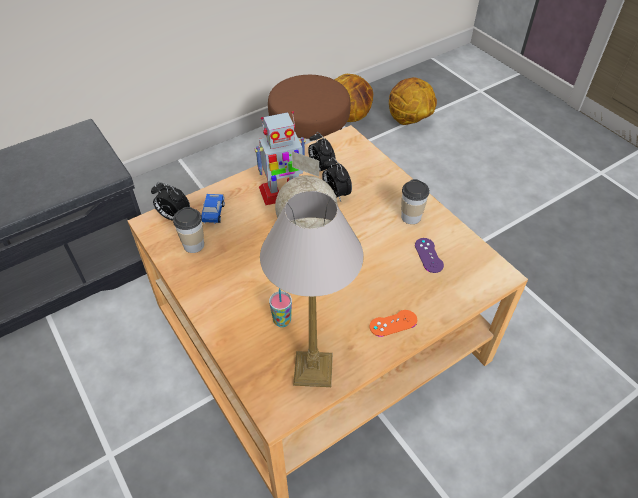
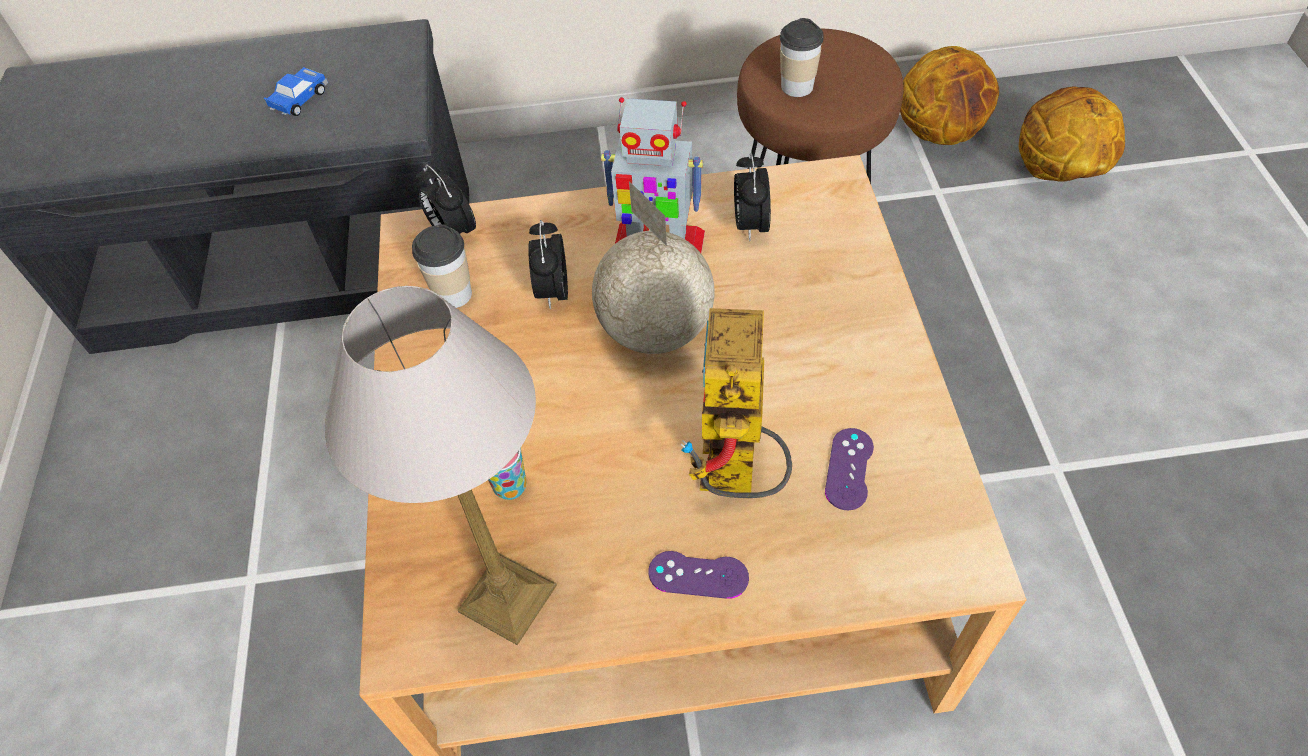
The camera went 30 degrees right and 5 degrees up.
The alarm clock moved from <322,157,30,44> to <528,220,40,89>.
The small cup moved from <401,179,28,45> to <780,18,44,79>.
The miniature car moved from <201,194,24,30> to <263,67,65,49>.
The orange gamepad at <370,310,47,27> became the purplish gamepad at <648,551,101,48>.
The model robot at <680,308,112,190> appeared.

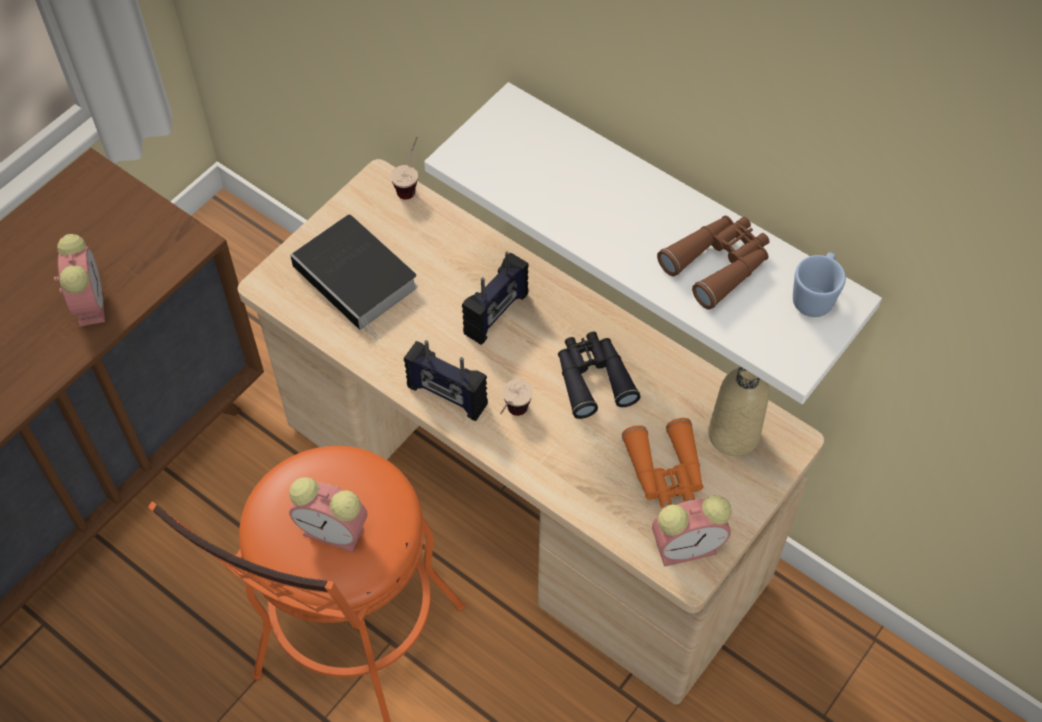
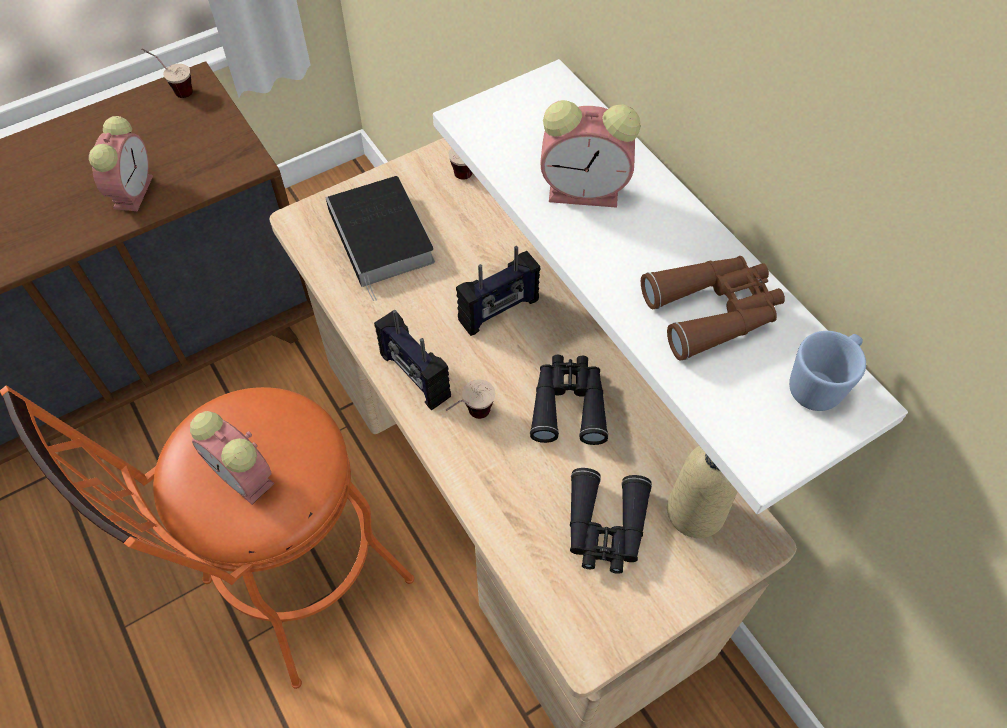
The camera went 20 degrees right and 0 degrees up.
The orange pair of binoculars at <622,418,81,90> became the blackish pair of binoculars at <570,468,82,106>.
The alarm clock moved from <652,495,80,72> to <540,100,100,108>.
The small cup at <141,48,52,50> appeared.

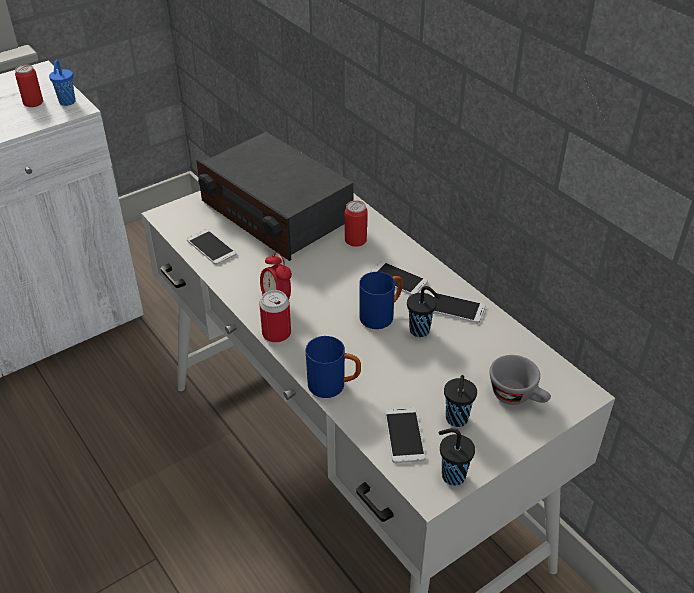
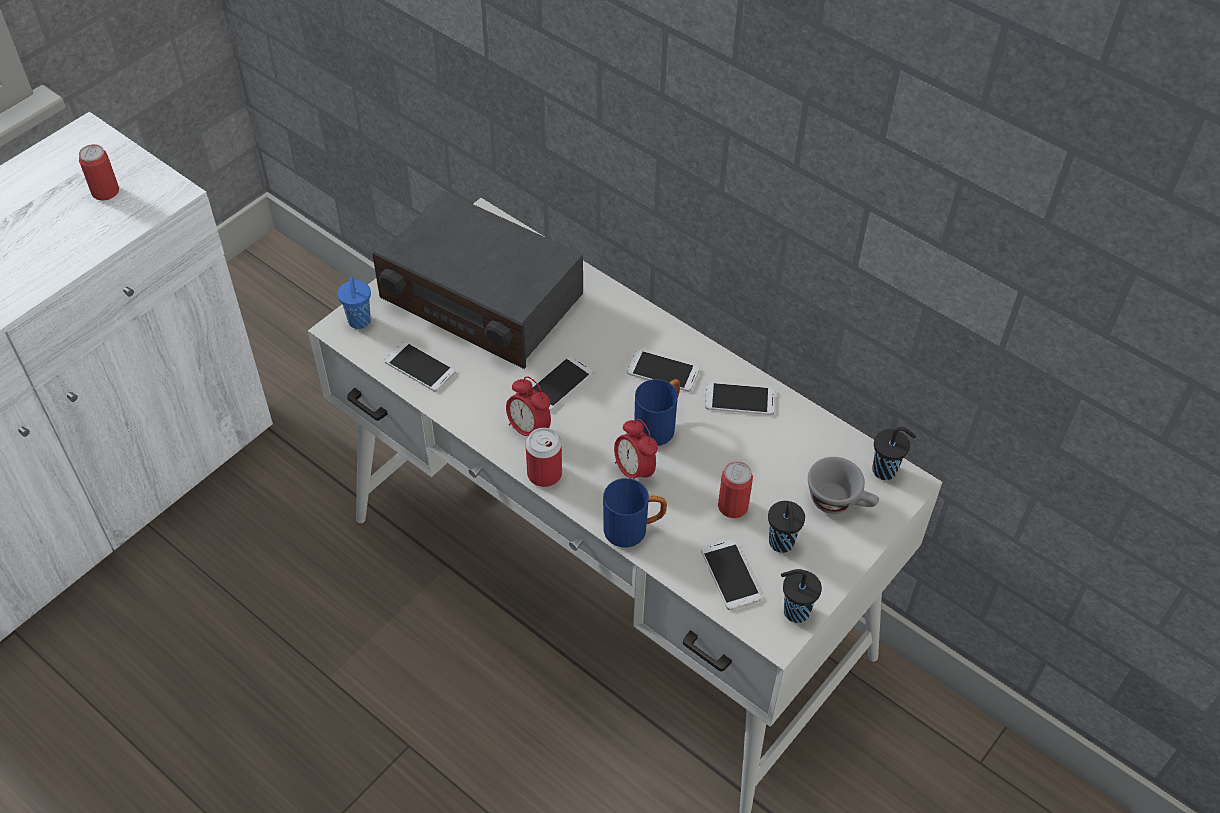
The camera went 15 degrees left and 10 degrees up.
The blue small cup moved from <49,60,26,46> to <338,277,33,52>.
The sealed can moved from <345,200,22,47> to <718,461,35,57>.
The blackish small cup moved from <407,286,33,51> to <872,427,44,53>.
The handset at <532,355,61,56> appeared.
The alarm clock at <614,419,44,60> appeared.

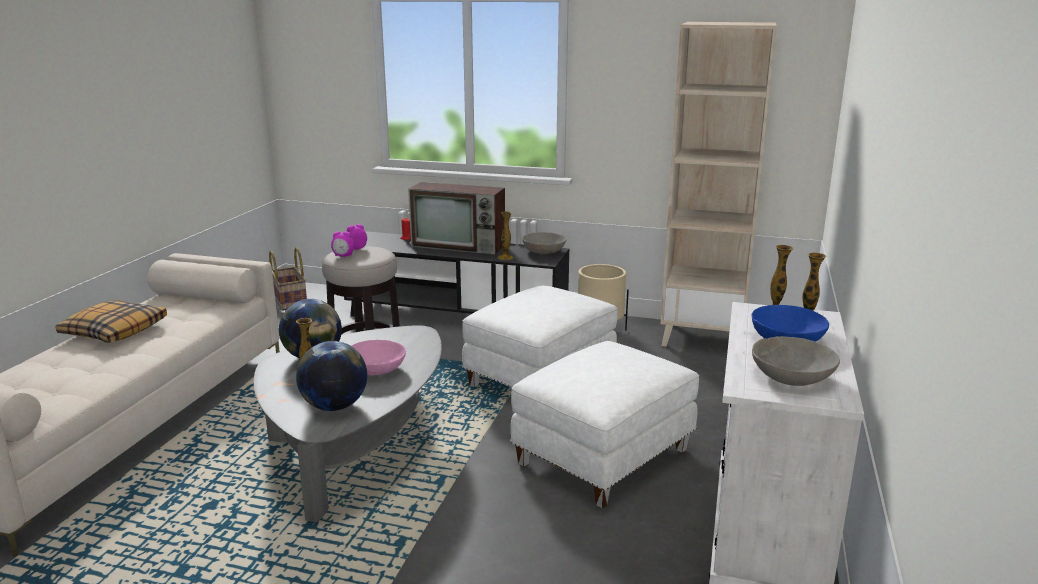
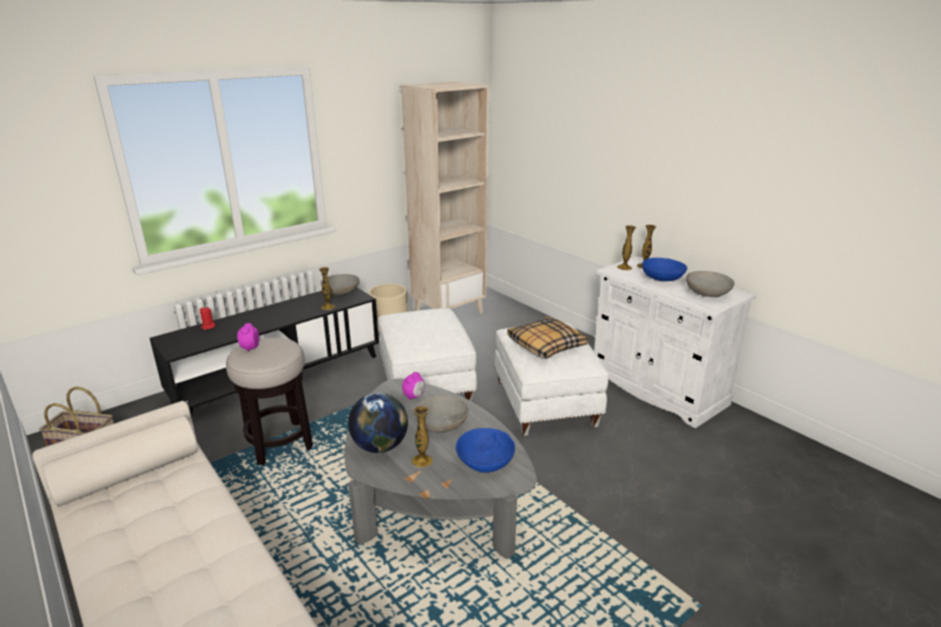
The camera went 55 degrees left and 5 degrees up.
The television at <408,182,97,73> disappeared.
The alarm clock moved from <331,231,23,26> to <402,372,23,28>.
The throw pillow moved from <56,300,111,43> to <507,317,81,42>.
The pink serving bowl at <351,340,55,36> became the grey serving bowl at <413,395,56,38>.
The globe at <296,341,71,70> was replaced by the blue serving bowl at <456,428,59,44>.

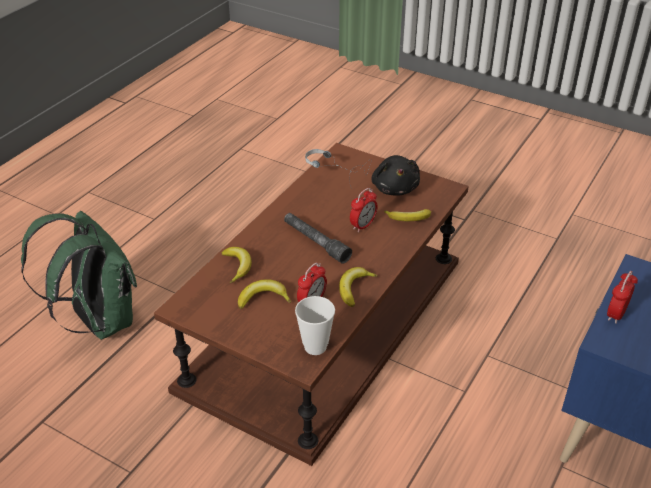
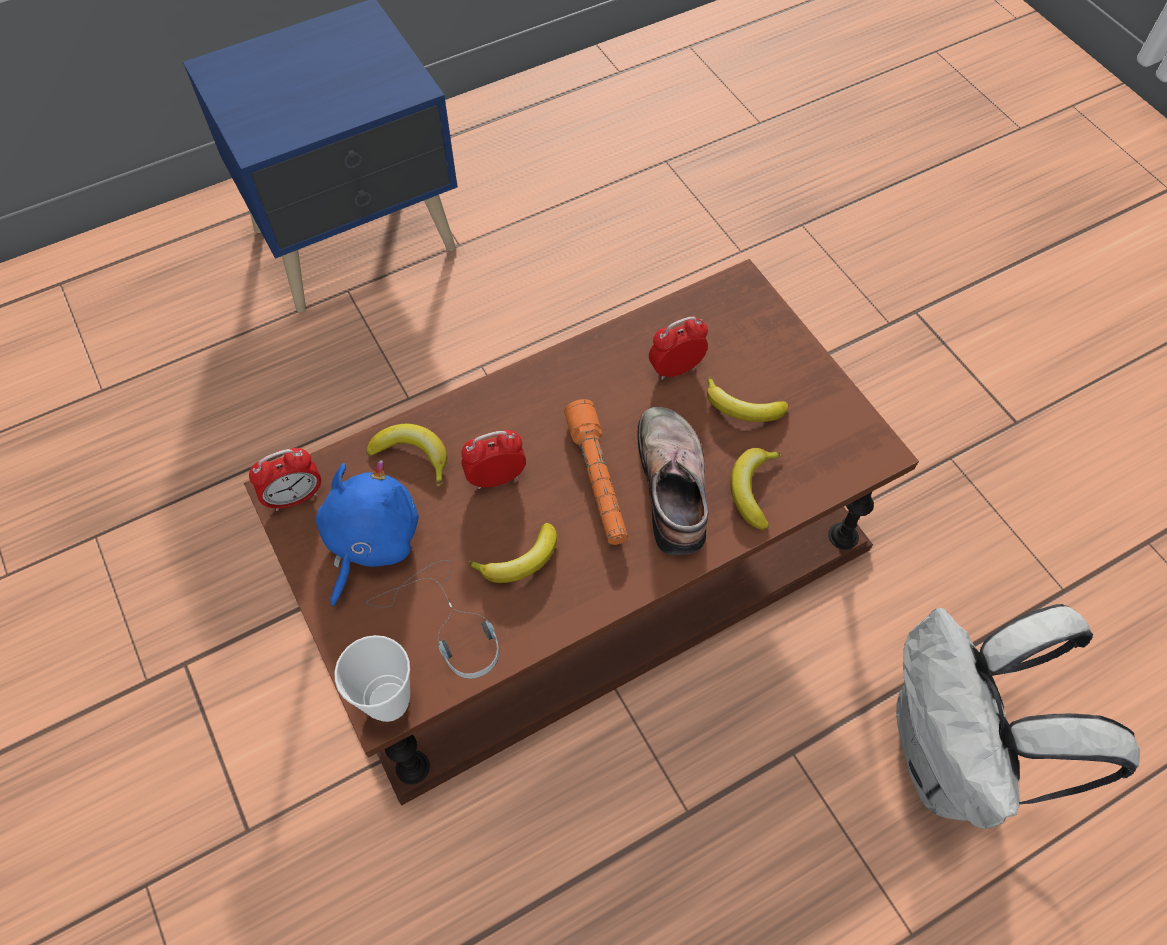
The camera went 150 degrees left and 20 degrees up.
The blackish cuddly toy at <371,155,49,41> became the blue cuddly toy at <316,460,103,147>.
The green-coloured backpack at <21,211,116,129> became the white backpack at <896,604,244,225>.
The grey flashlight at <284,213,68,51> became the orange flashlight at <564,399,64,146>.
The banana moved from <339,267,38,40> to <467,523,90,60>.
The alarm clock moved from <607,271,31,53> to <249,448,72,63>.
The small cup moved from <295,296,40,59> to <334,635,76,87>.
The low shoe at <637,407,71,148> appeared.

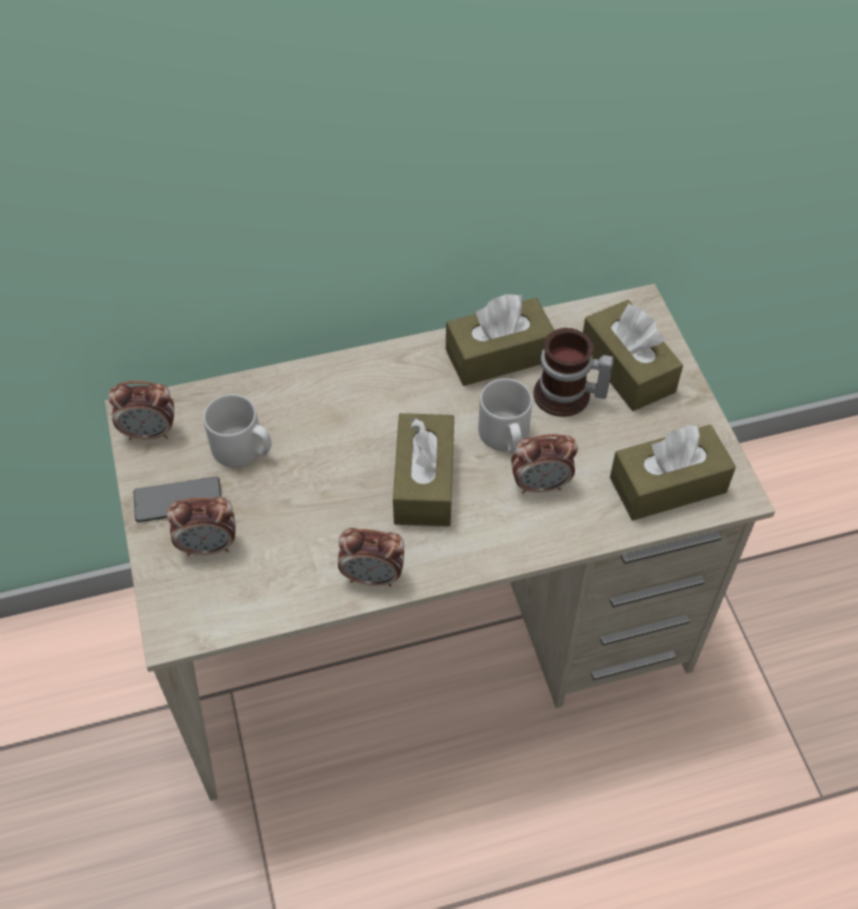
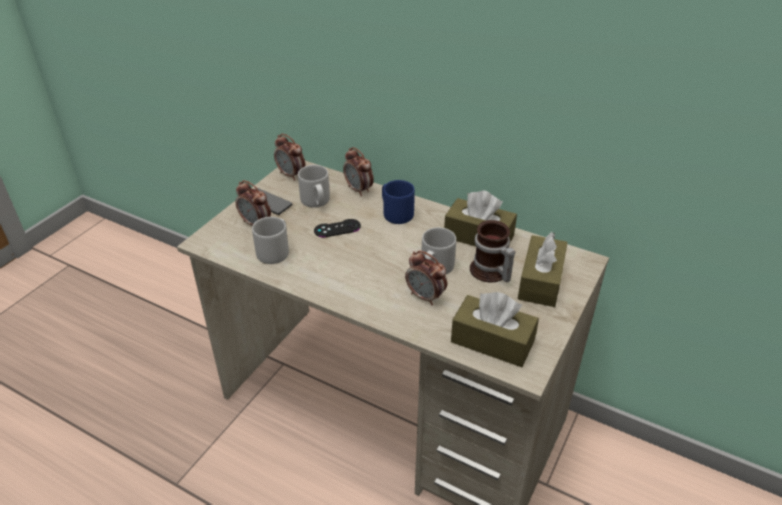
The camera went 45 degrees right and 15 degrees down.
The brown box of tissues at <393,413,61,114> disappeared.
The alarm clock moved from <338,528,66,59> to <343,147,31,49>.
The blue mug at <382,180,33,44> appeared.
The grey mug at <252,217,37,47> appeared.
The blackish gamepad at <314,219,47,18> appeared.

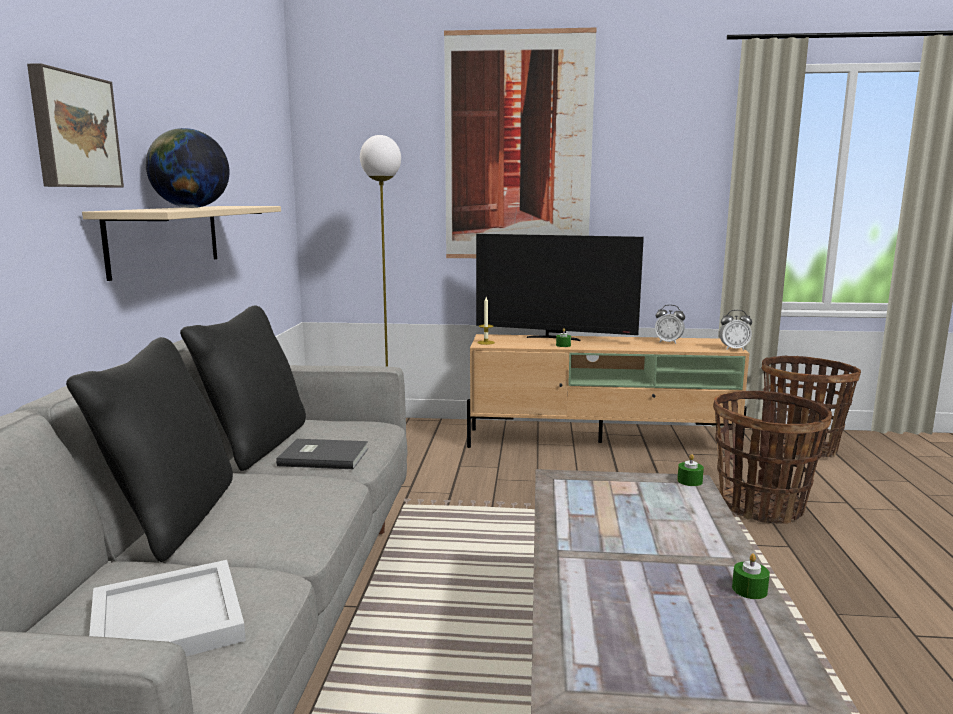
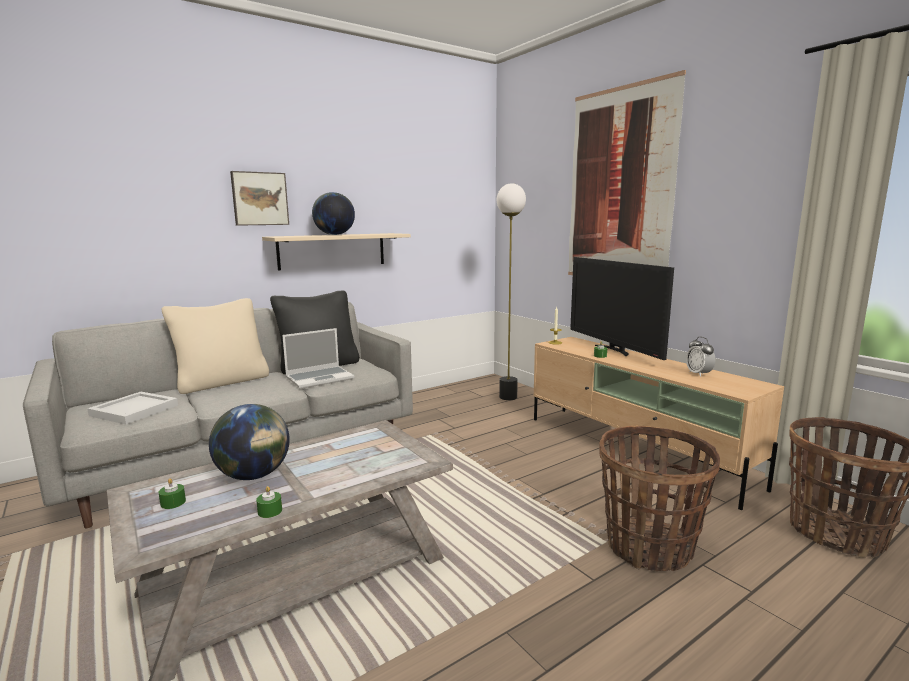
The camera went 50 degrees right and 0 degrees up.
The alarm clock at <719,310,33,40> disappeared.
The blackish throw pillow at <66,337,167,225> became the beige throw pillow at <161,298,108,96>.
The grey book at <276,439,92,30> was replaced by the portable computer at <282,328,72,61>.
The green-coloured candle moved from <677,454,27,32> to <159,478,27,31>.
The globe at <209,404,81,76> appeared.

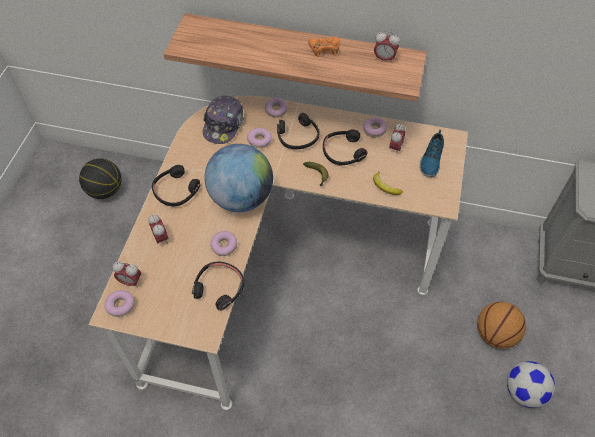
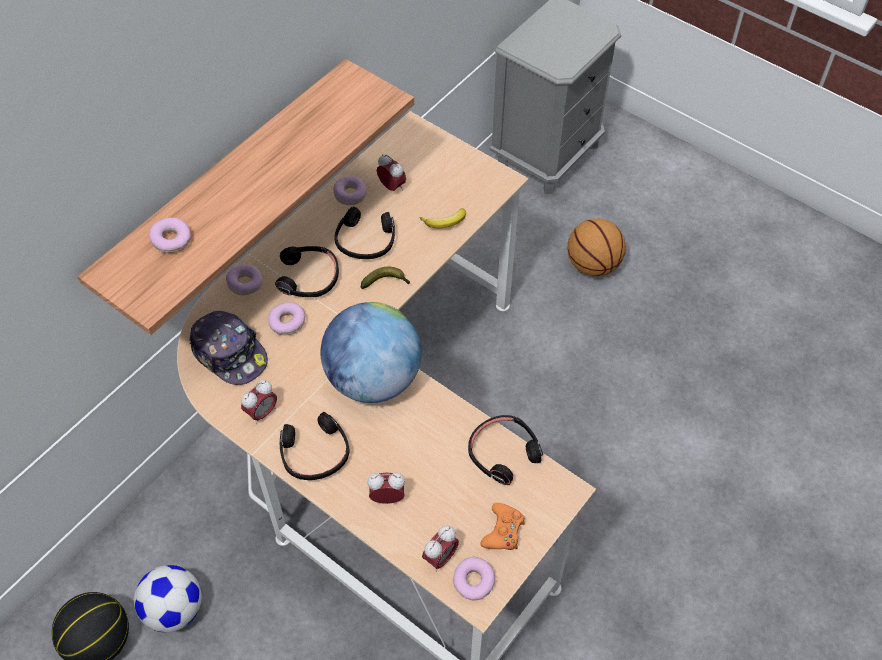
The camera went 65 degrees left and 0 degrees up.
The alarm clock moved from <374,31,25,31> to <241,380,36,44>.
The orange gamepad moved from <308,37,32,20> to <480,503,45,47>.
The low shoe at <420,130,24,47> disappeared.
The doughnut moved from <210,231,27,25> to <149,218,42,35>.
The football moved from <507,361,48,47> to <134,565,68,67>.

